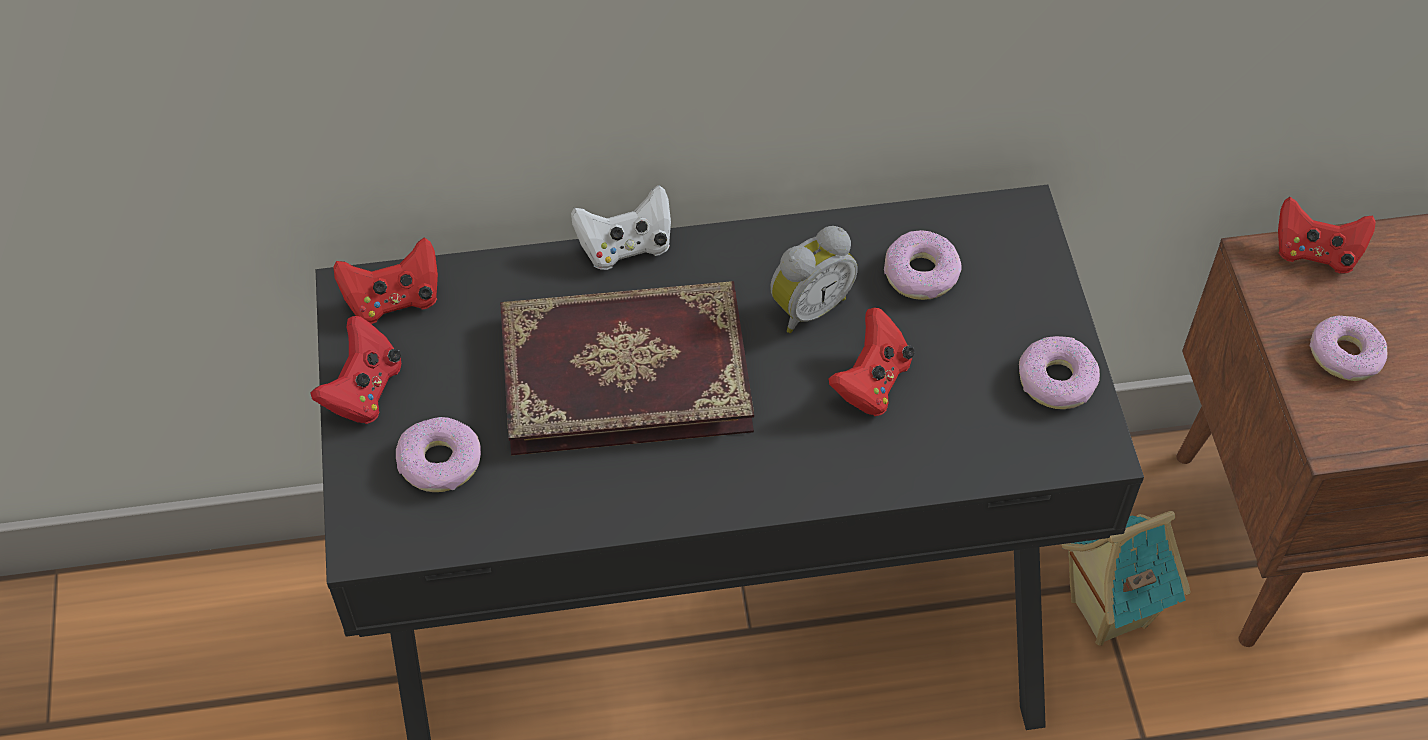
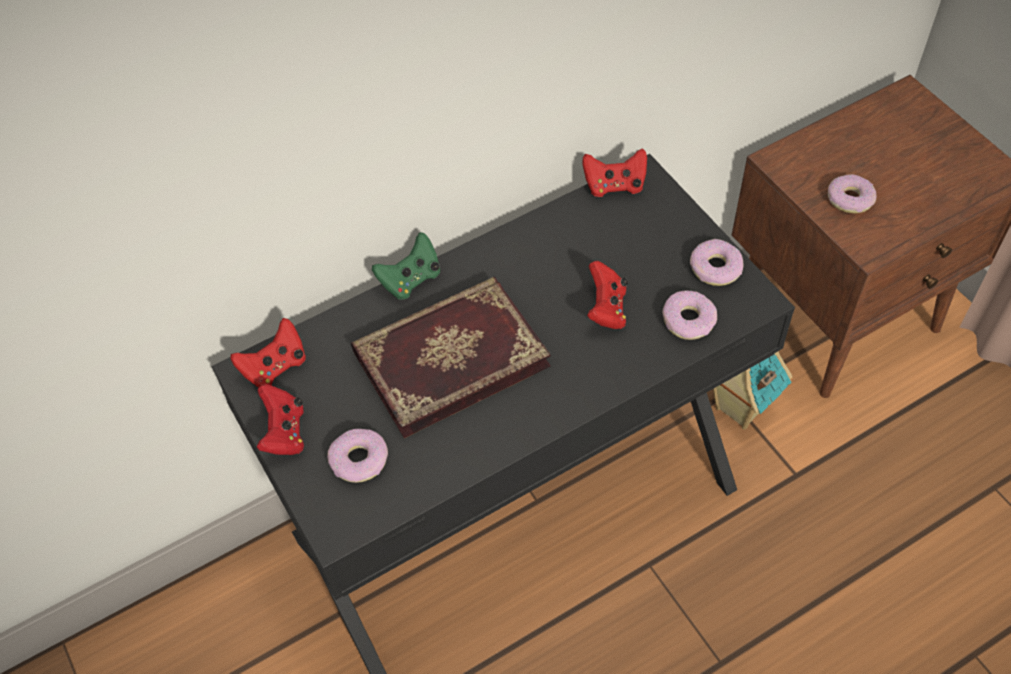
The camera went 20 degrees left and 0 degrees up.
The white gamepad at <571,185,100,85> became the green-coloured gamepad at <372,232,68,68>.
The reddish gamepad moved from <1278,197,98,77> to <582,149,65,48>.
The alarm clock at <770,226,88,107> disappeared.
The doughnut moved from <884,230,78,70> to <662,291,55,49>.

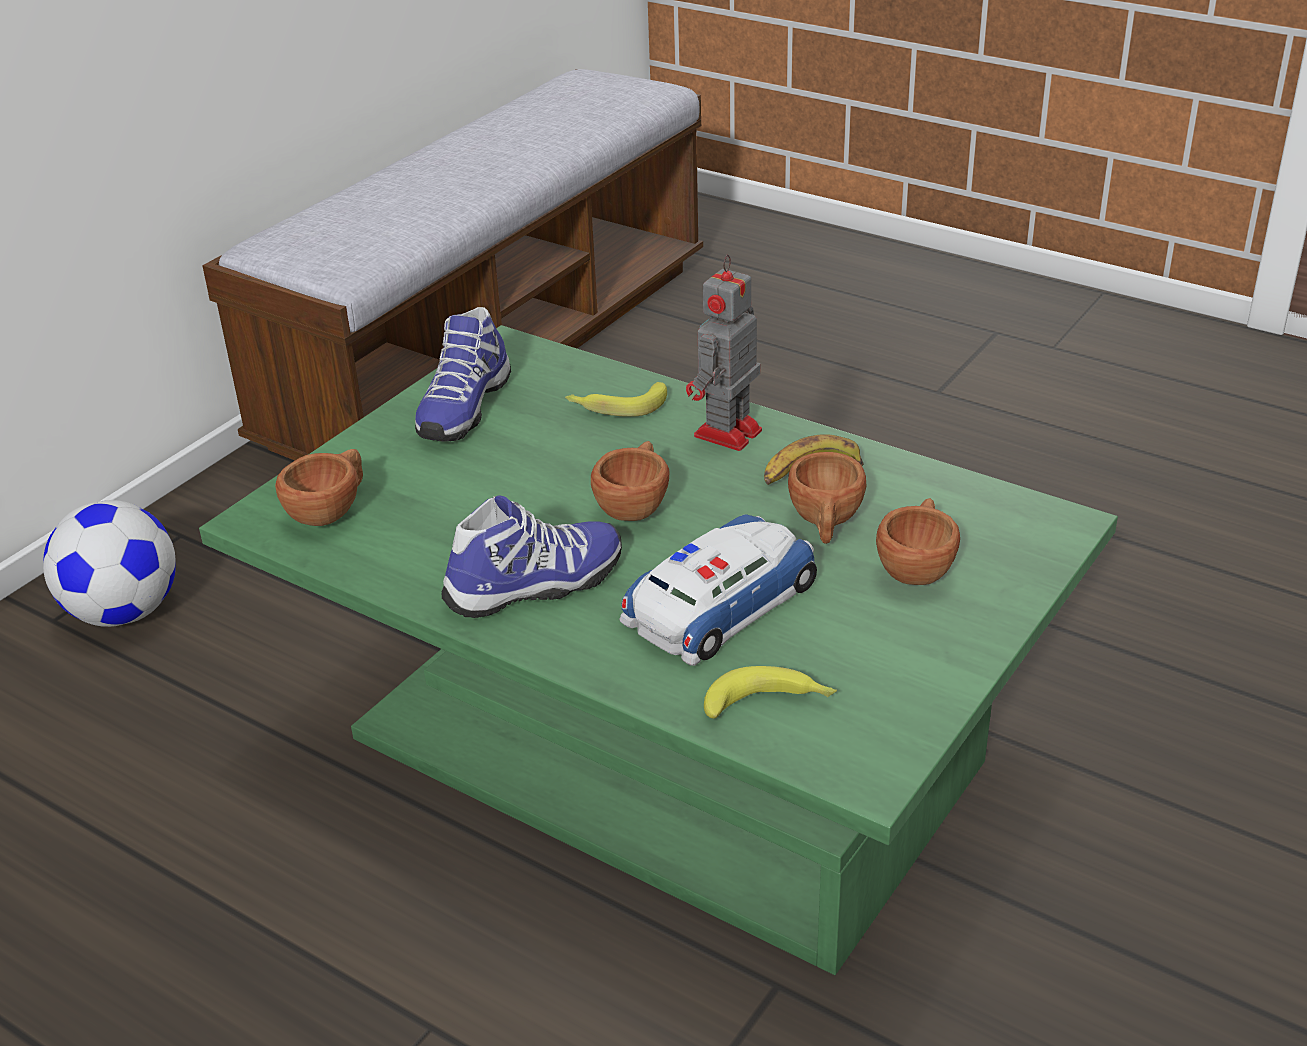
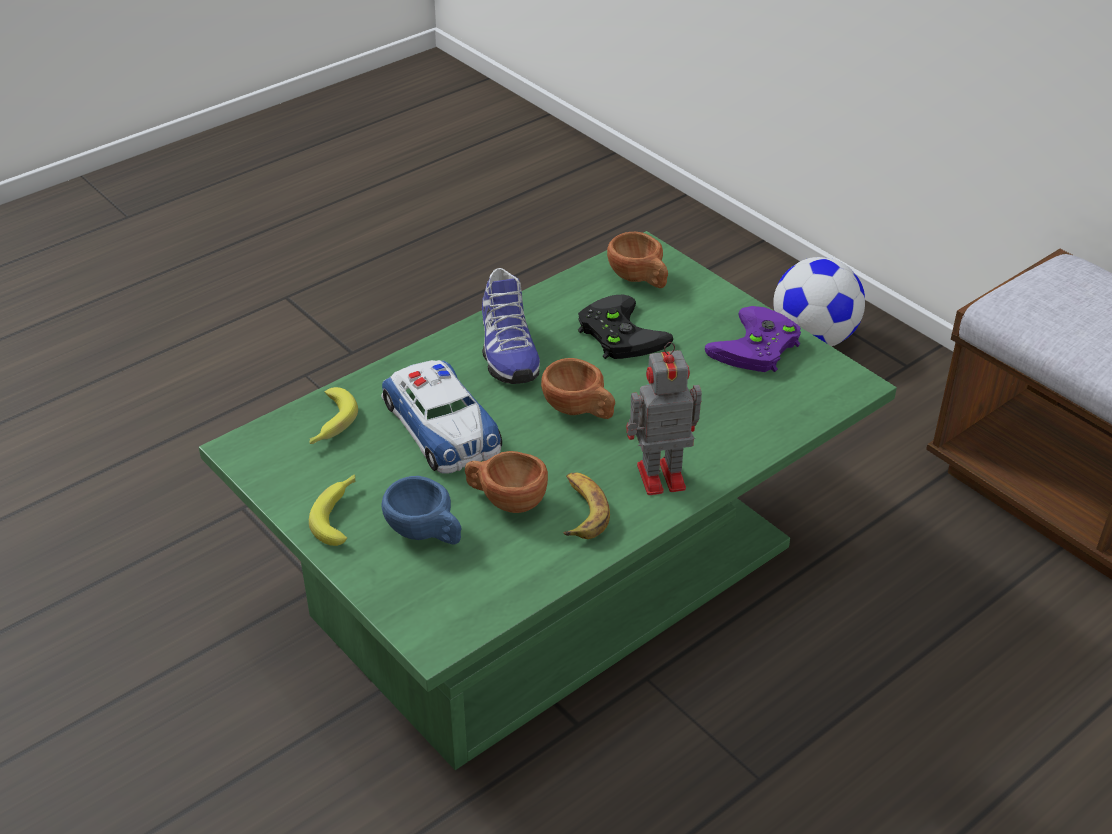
The camera went 105 degrees right and 5 degrees up.
The model robot at <686,254,76,197> turned 60 degrees counterclockwise.
The low shoe at <415,307,96,135> was replaced by the purplish gamepad at <705,306,96,66>.
The banana moved from <565,382,102,35> to <309,474,46,72>.
The brown small cup at <876,498,84,87> became the blue small cup at <382,476,79,69>.
The blackish gamepad at <578,295,95,64> appeared.

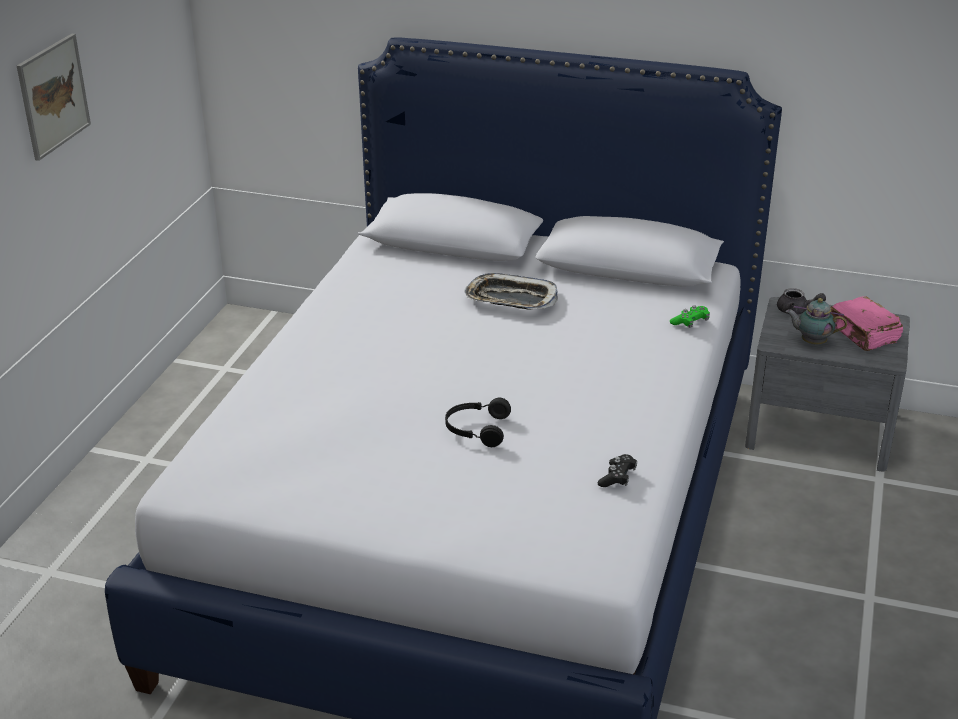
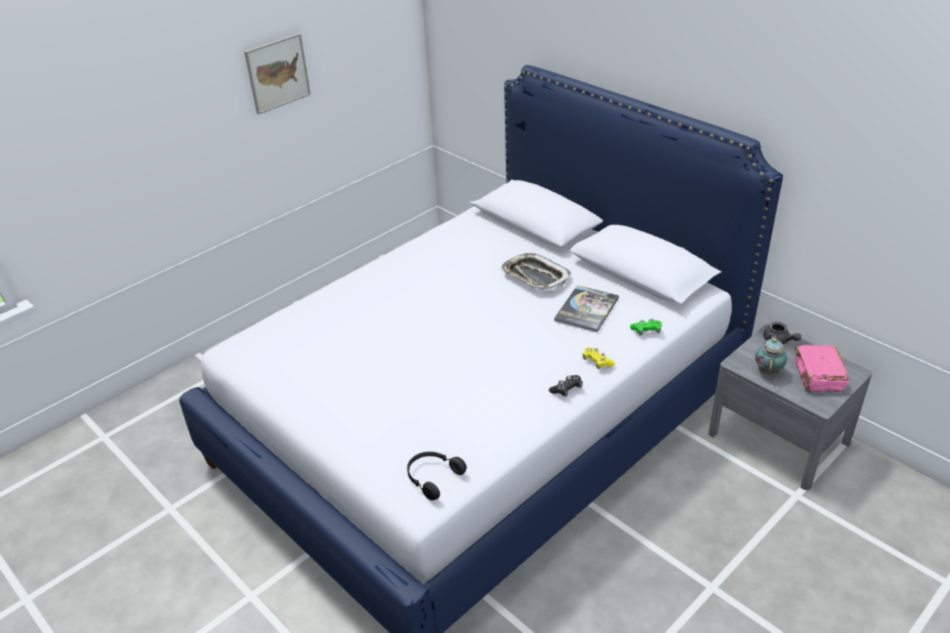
The camera went 30 degrees right and 5 degrees up.
The teapot at <786,298,61,47> turned 60 degrees clockwise.
The blackish pair of headphones moved from <445,398,66,49> to <407,452,60,49>.
The blackish gamepad moved from <598,454,39,33> to <549,375,34,22>.
The book at <554,285,65,47> appeared.
The yellow-coloured gamepad at <583,347,32,22> appeared.

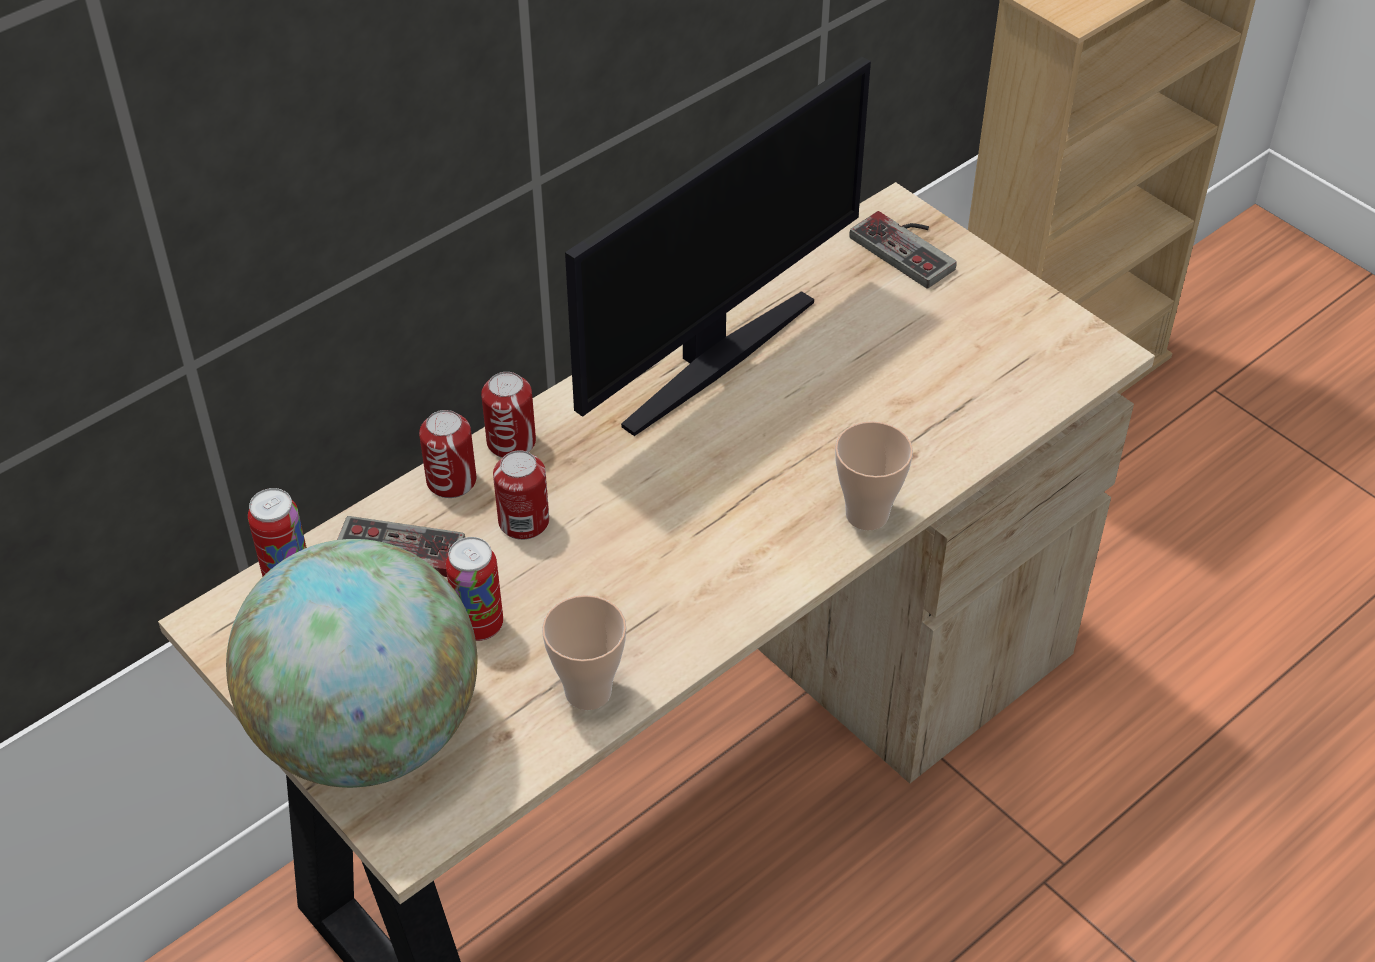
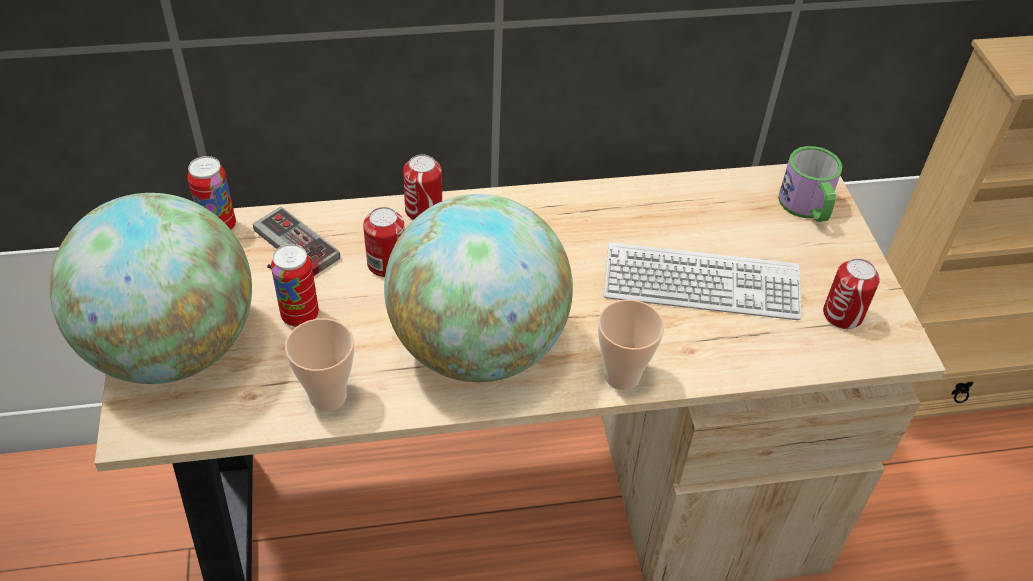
The camera went 30 degrees right and 0 degrees up.
The monitor at <565,57,306,379> disappeared.
The gamepad at <849,211,108,78> was replaced by the mug at <778,146,64,76>.
The sealed can moved from <419,410,57,88> to <823,259,57,70>.
The globe at <384,194,189,188> appeared.
The keyboard at <604,242,198,78> appeared.

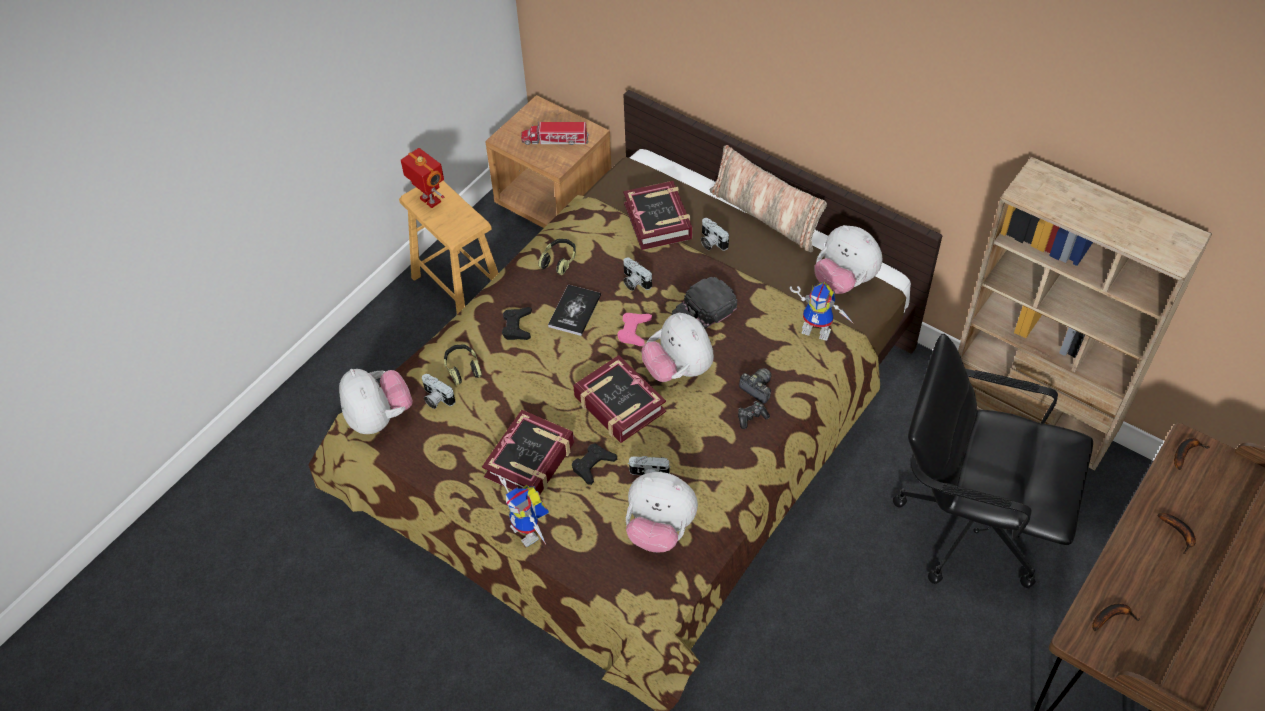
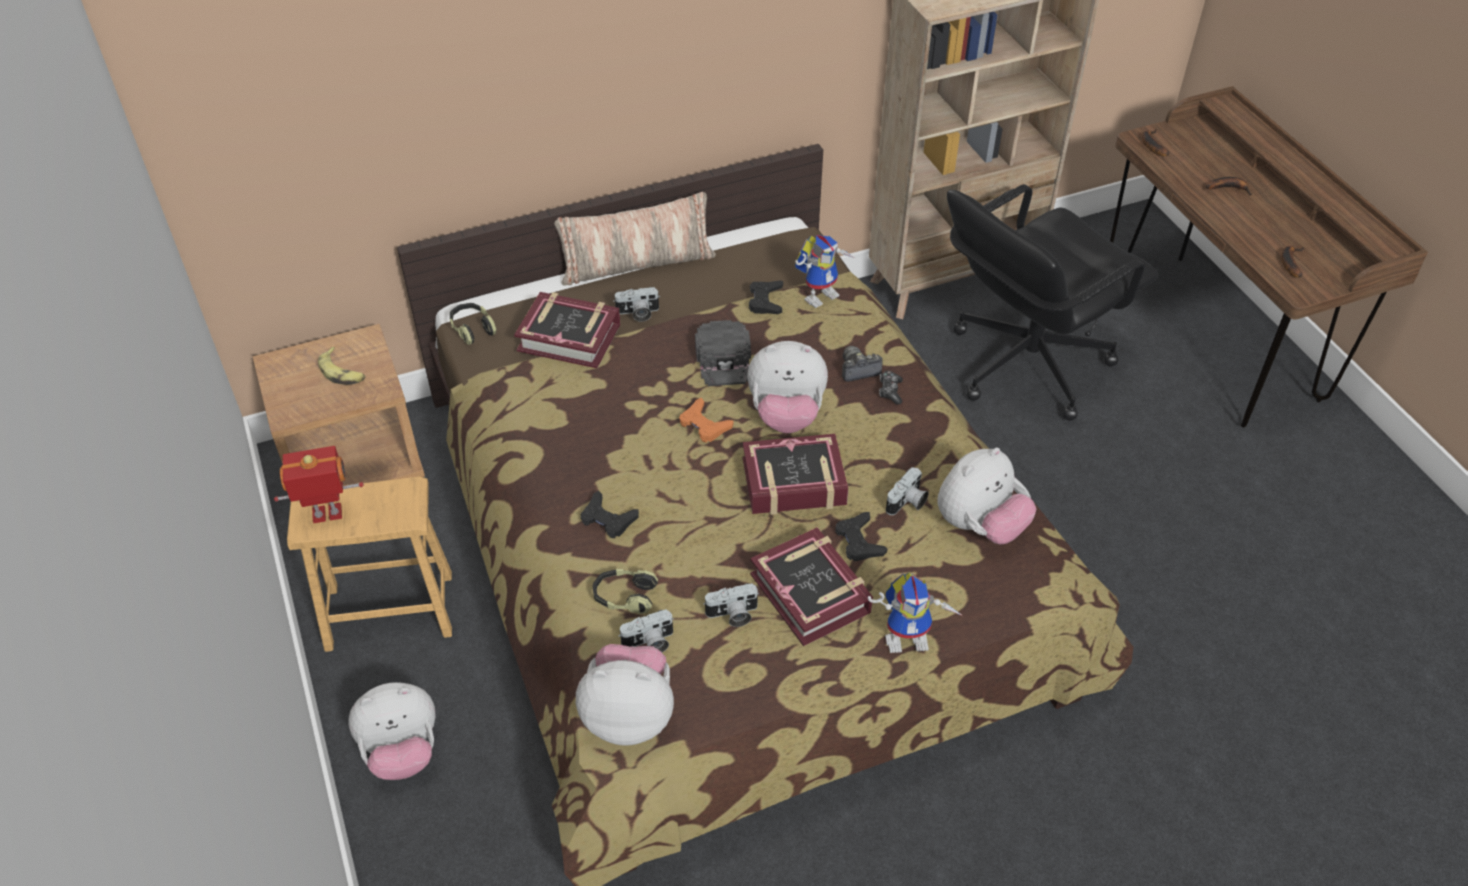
The camera went 60 degrees left and 5 degrees down.
The model truck at <521,121,68,24> was replaced by the banana at <318,347,48,38>.
The cuddly toy moved from <815,225,67,69> to <348,682,88,98>.
The pair of headphones moved from <538,239,38,36> to <450,303,47,42>.
The photo camera moved from <623,258,29,33> to <703,583,55,44>.
The book at <548,285,53,51> disappeared.
The pink gamepad at <617,313,35,33> became the orange gamepad at <679,397,54,46>.
The blackish gamepad at <749,281,34,33> appeared.

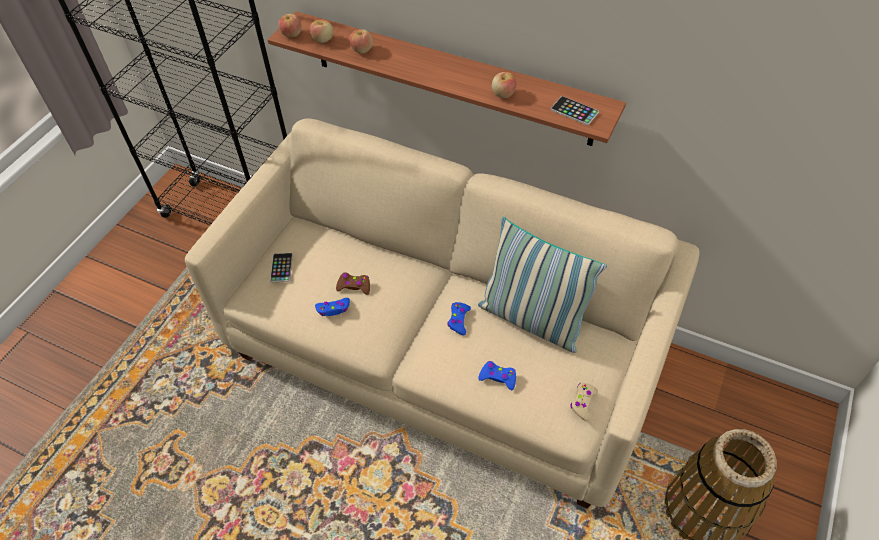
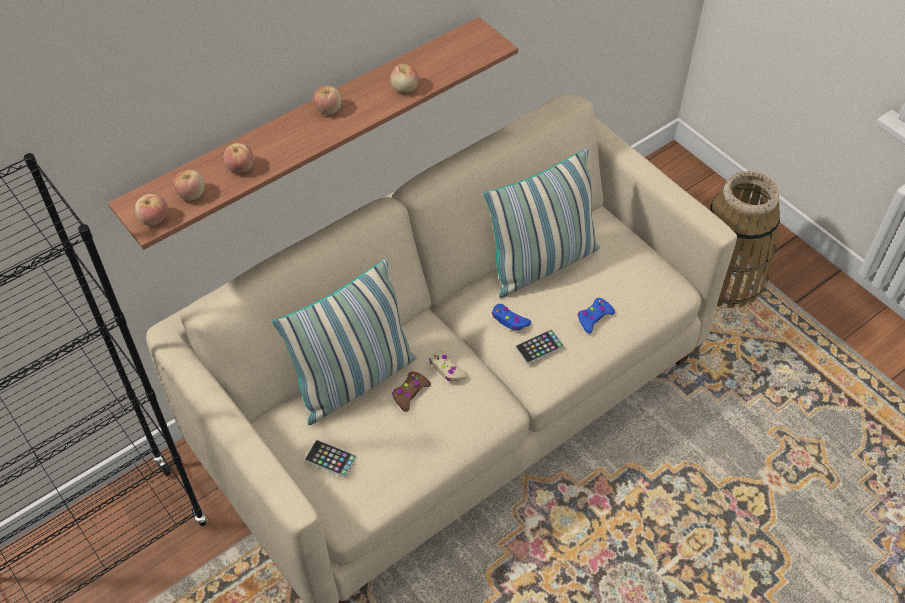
The camera went 65 degrees left and 0 degrees up.
The handset moved from <551,96,48,29> to <515,329,49,35>.
The blue gamepad at <315,298,35,18> disappeared.
The beige gamepad moved from <571,383,27,38> to <429,350,39,32>.
The apple at <313,86,28,29> appeared.
The throw pillow at <272,258,145,167> appeared.

